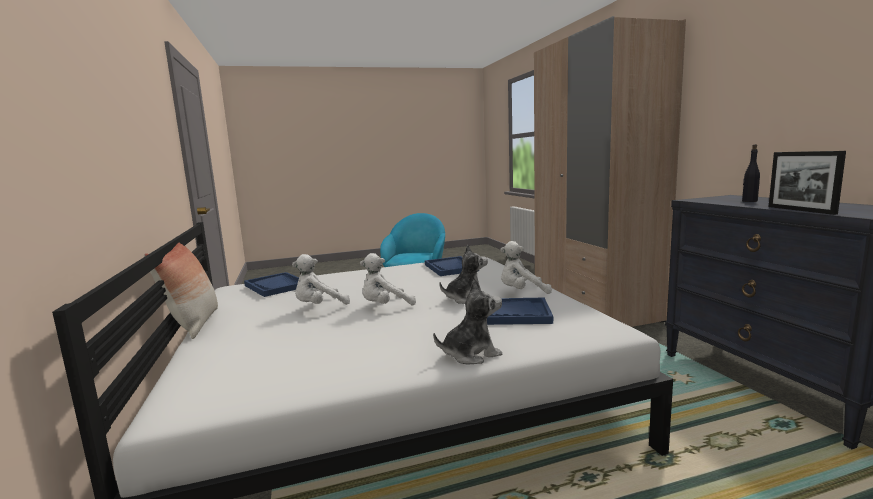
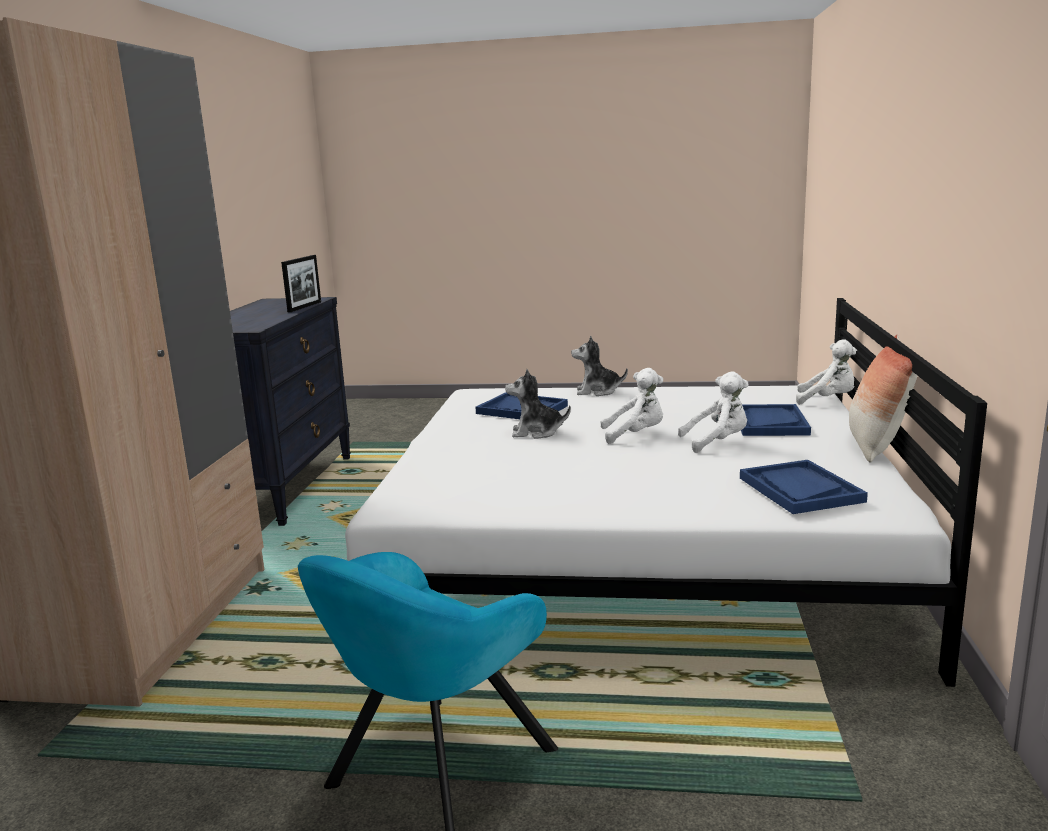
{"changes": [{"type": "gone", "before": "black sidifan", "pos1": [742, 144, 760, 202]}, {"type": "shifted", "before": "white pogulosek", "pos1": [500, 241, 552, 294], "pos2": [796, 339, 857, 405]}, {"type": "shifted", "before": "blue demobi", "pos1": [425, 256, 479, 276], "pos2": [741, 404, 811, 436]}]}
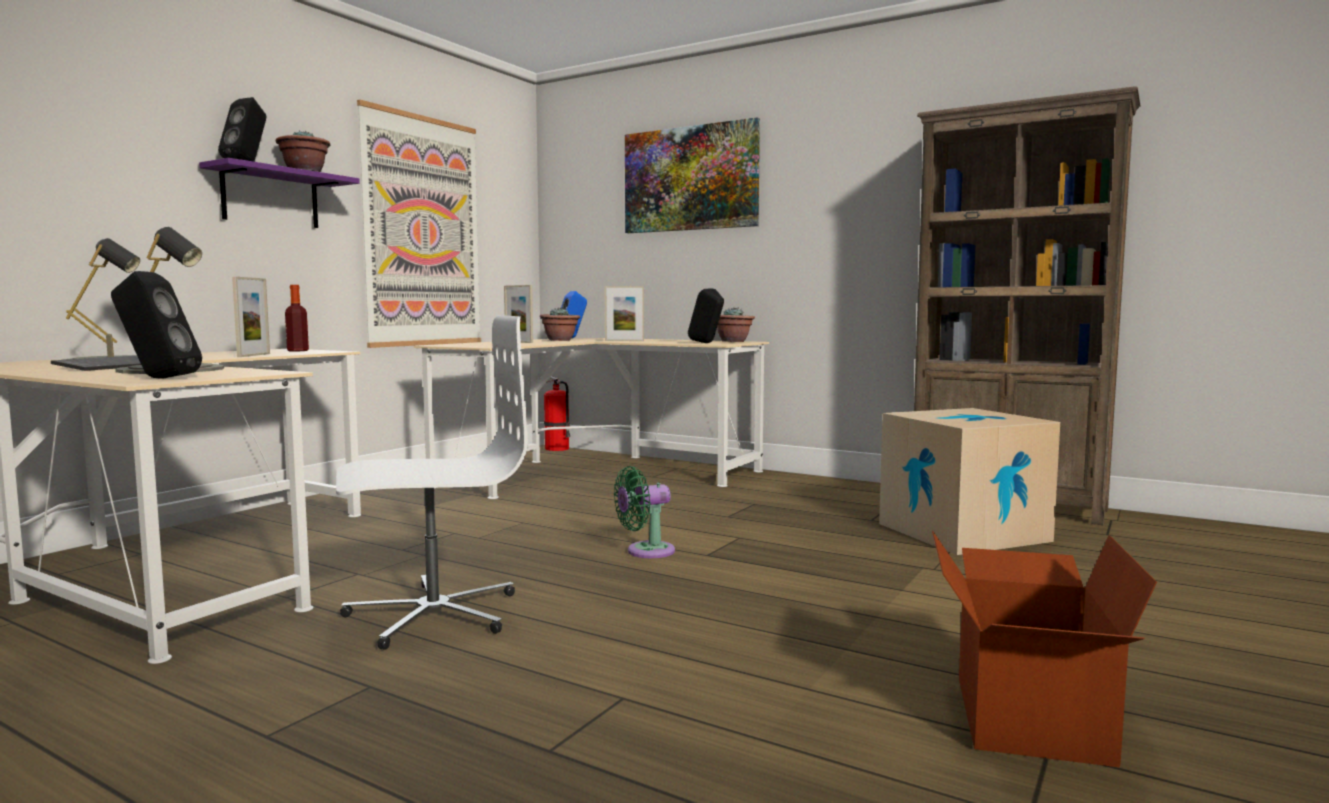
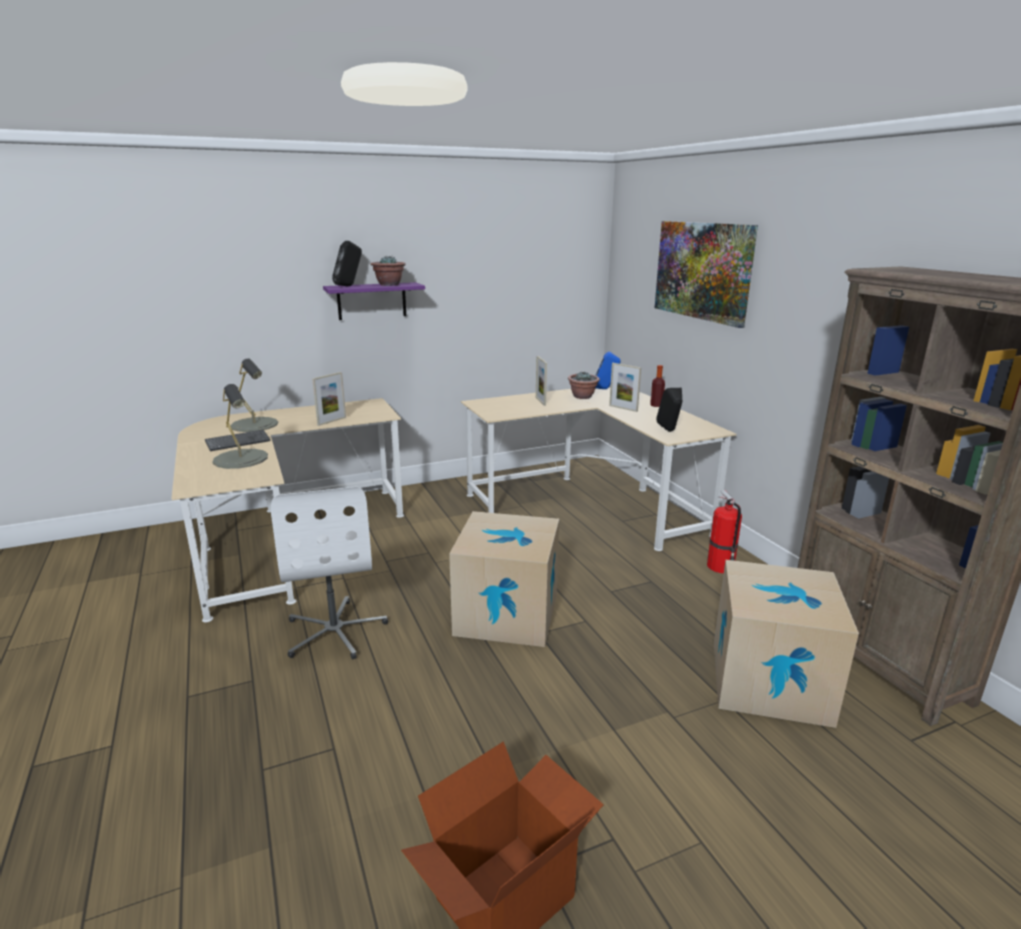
{"changes": [{"type": "gone", "before": "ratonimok", "pos1": [357, 100, 481, 348]}, {"type": "gone", "before": "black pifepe", "pos1": [111, 271, 202, 379]}, {"type": "shifted", "before": "sidifan", "pos1": [285, 285, 309, 351], "pos2": [650, 365, 665, 407]}, {"type": "gone", "before": "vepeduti", "pos1": [717, 308, 755, 342]}, {"type": "rotated", "before": "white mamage", "pos1": [336, 315, 528, 650], "pos2": [271, 486, 388, 659], "turn": 60}, {"type": "shifted", "before": "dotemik", "pos1": [544, 376, 570, 451], "pos2": [707, 490, 742, 573]}, {"type": "swapped", "before": "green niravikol", "after": "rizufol", "pos1": [614, 466, 675, 558], "pos2": [449, 511, 559, 647]}]}
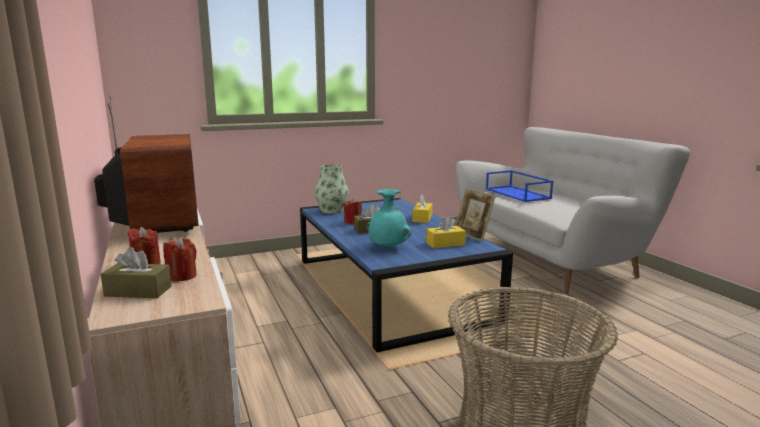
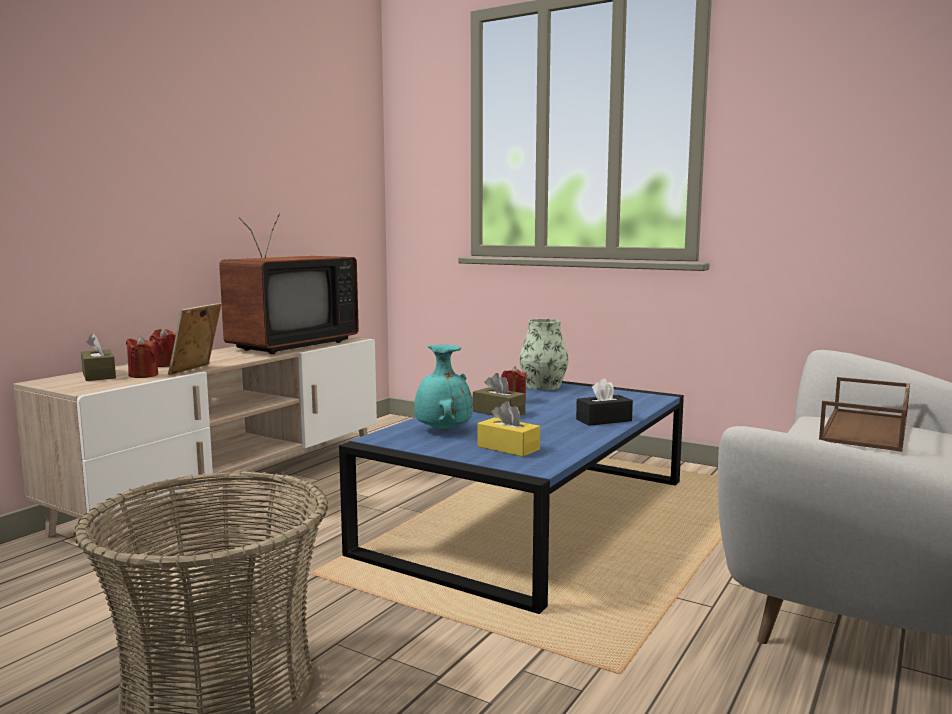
{"changes": [{"type": "repainted", "before": "blue demobi", "after": "brown demobi", "pos1": [486, 170, 553, 202], "pos2": [819, 377, 910, 452]}, {"type": "shifted", "before": "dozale", "pos1": [455, 188, 495, 242], "pos2": [168, 303, 221, 375]}, {"type": "repainted", "before": "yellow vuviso", "after": "black vuviso", "pos1": [412, 194, 433, 223], "pos2": [576, 378, 633, 426]}]}
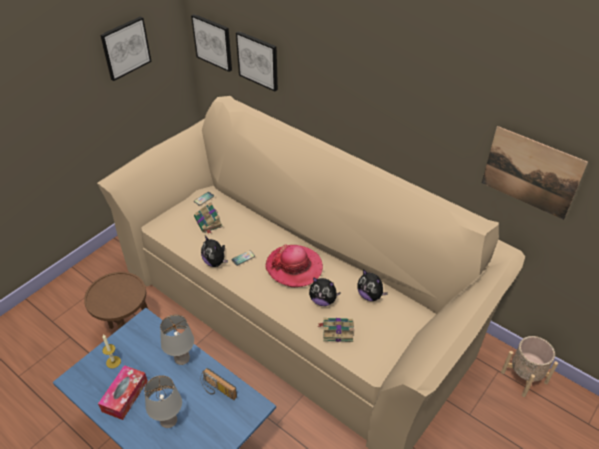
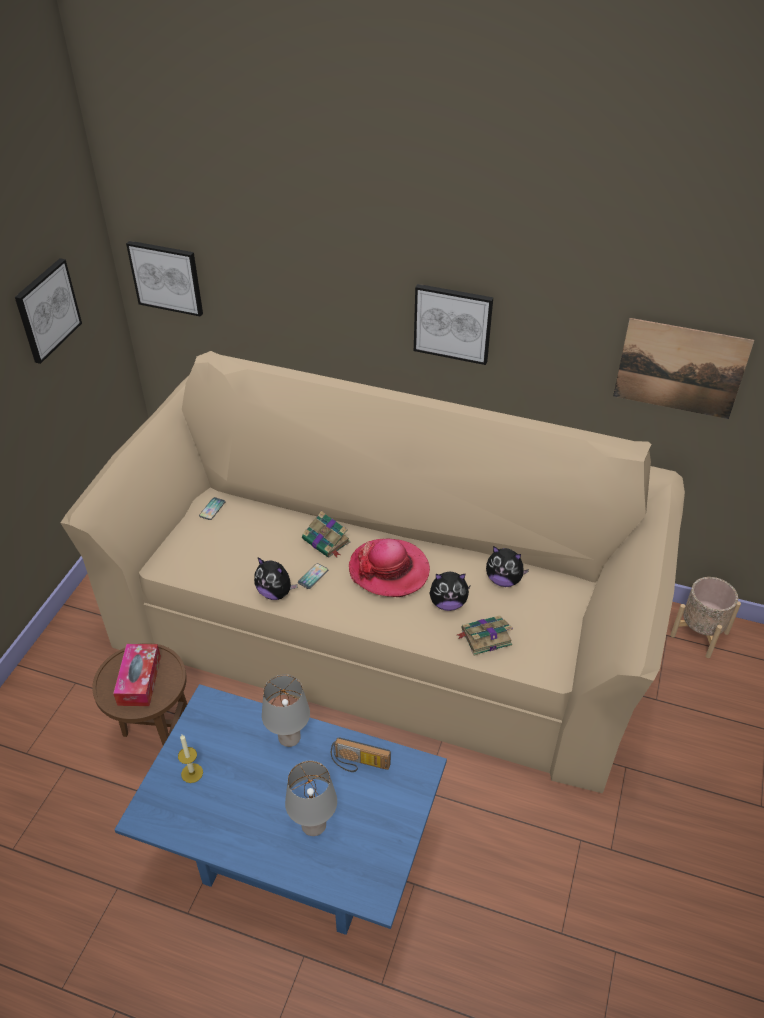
{"changes": [{"type": "shifted", "before": "ratonimok", "pos1": [236, 31, 278, 91], "pos2": [414, 284, 493, 365]}, {"type": "shifted", "before": "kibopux", "pos1": [194, 202, 223, 234], "pos2": [302, 511, 350, 557]}, {"type": "shifted", "before": "vuviso", "pos1": [98, 365, 148, 420], "pos2": [113, 644, 161, 706]}]}
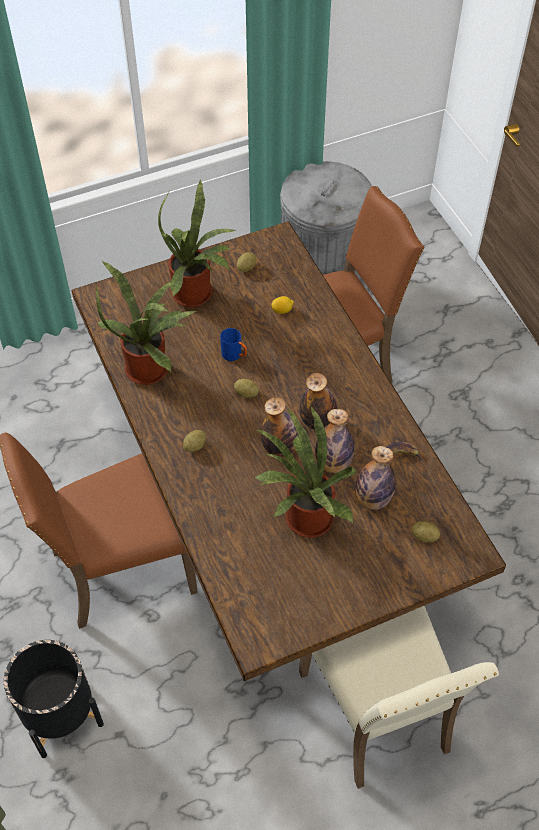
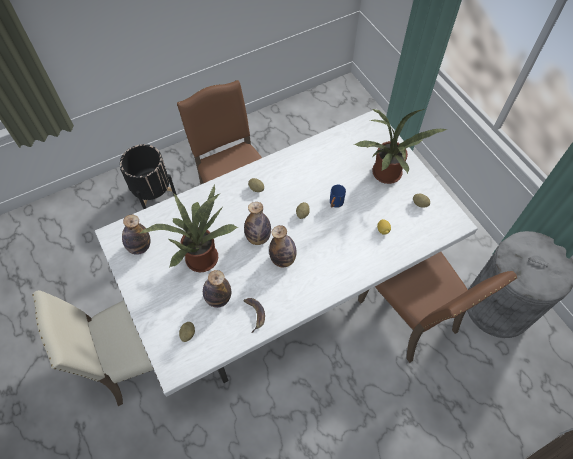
{"changes": [{"type": "repainted", "before": "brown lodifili", "after": "white lodifili", "pos1": [72, 221, 506, 681], "pos2": [95, 110, 478, 396]}, {"type": "gone", "before": "vepeduti", "pos1": [96, 261, 197, 385]}, {"type": "shifted", "before": "sidifan", "pos1": [315, 409, 354, 473], "pos2": [122, 215, 150, 255]}]}
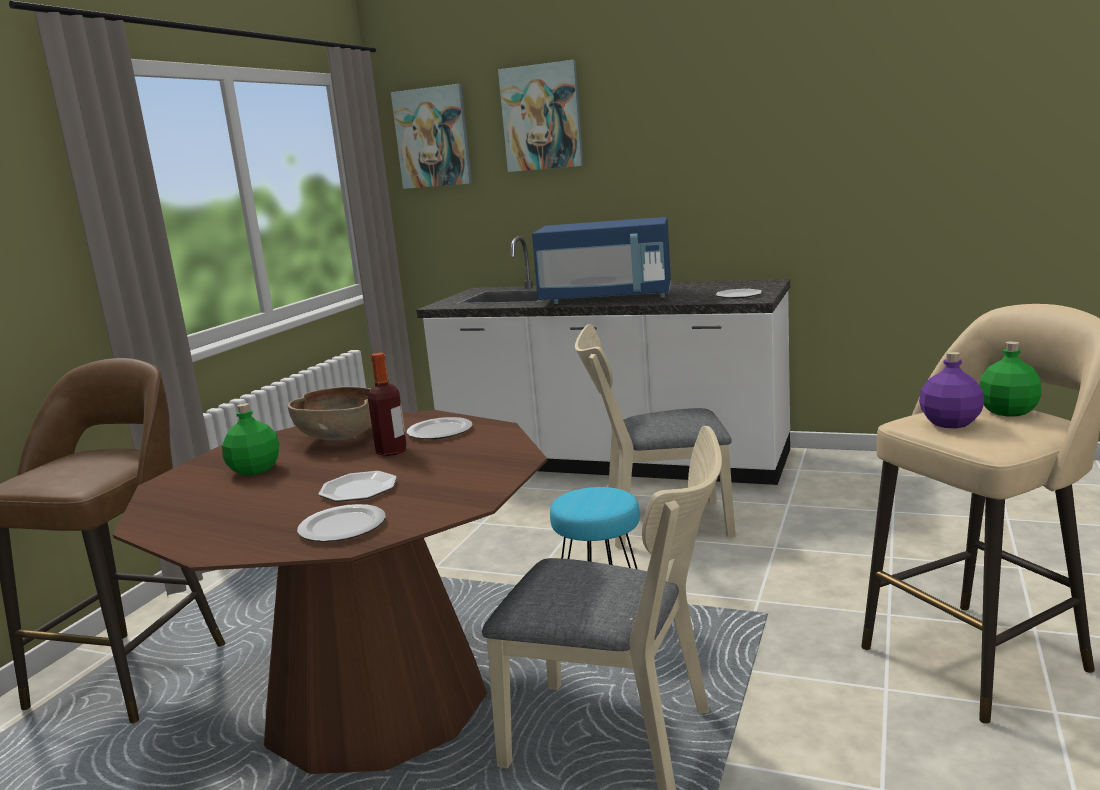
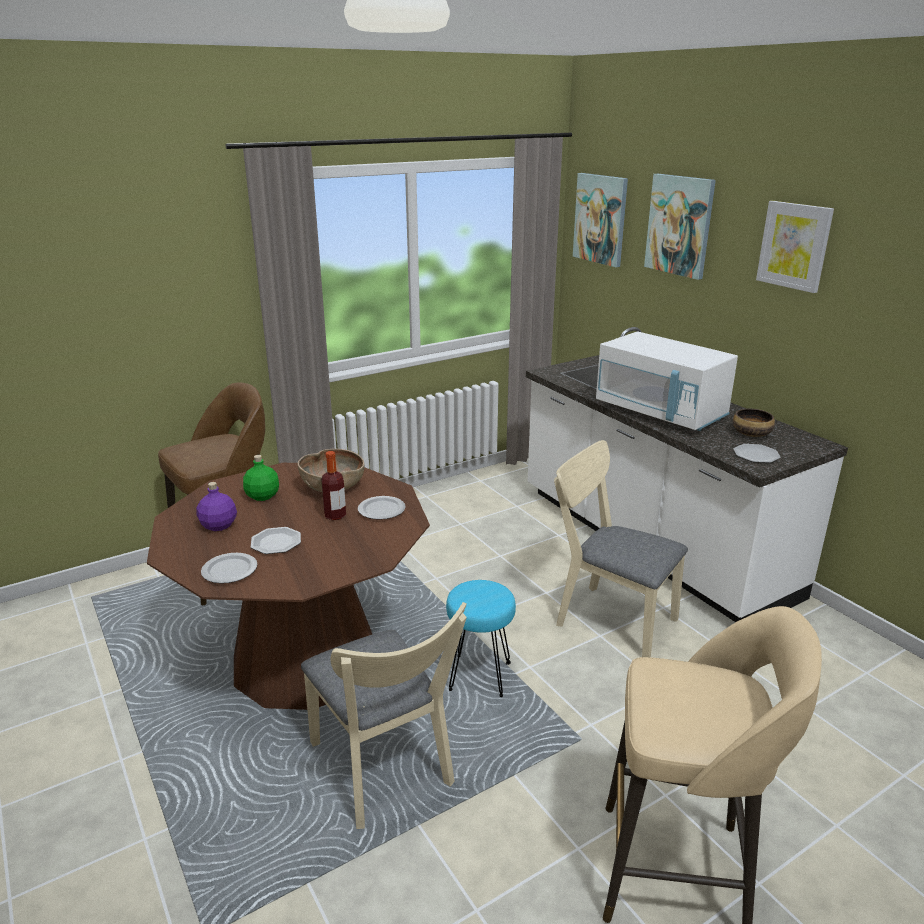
{"changes": [{"type": "repainted", "before": "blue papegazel", "after": "white papegazel", "pos1": [532, 217, 671, 304], "pos2": [596, 331, 738, 431]}, {"type": "gone", "before": "green sidifan", "pos1": [979, 341, 1041, 417]}, {"type": "shifted", "before": "purple sidifan", "pos1": [919, 352, 984, 428], "pos2": [196, 482, 237, 531]}, {"type": "new", "after": "ratonimok", "pos2": [756, 201, 834, 293]}, {"type": "new", "after": "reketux", "pos2": [733, 409, 775, 437]}]}
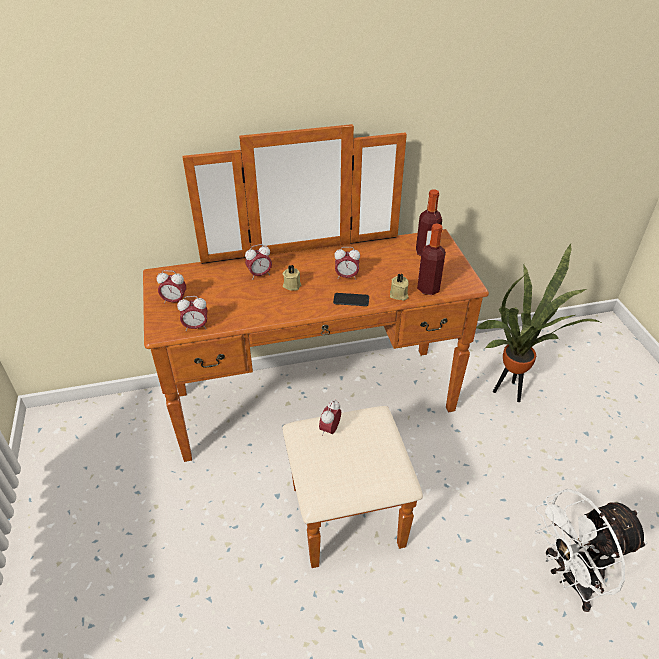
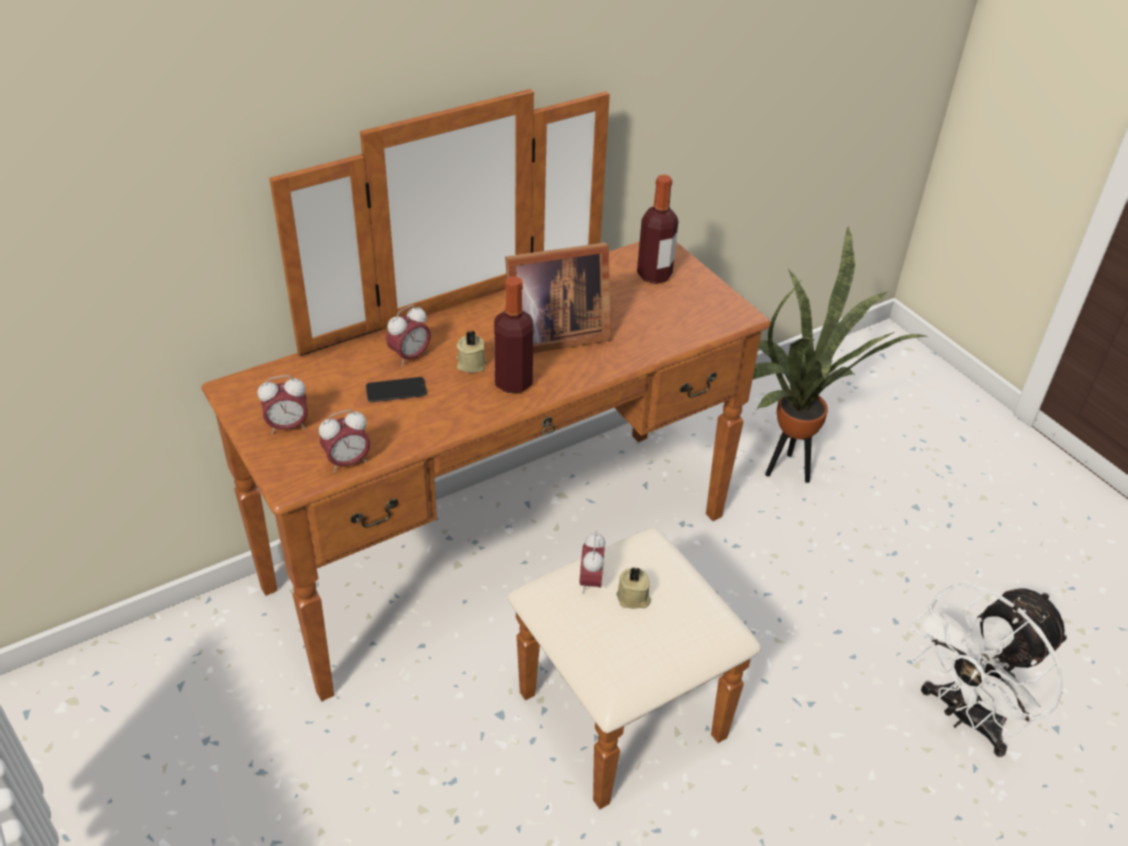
{"changes": [{"type": "shifted", "before": "sidifan", "pos1": [417, 223, 446, 295], "pos2": [494, 276, 533, 393]}, {"type": "swapped", "before": "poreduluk", "after": "dozale", "pos1": [334, 247, 360, 280], "pos2": [505, 242, 611, 353]}, {"type": "shifted", "before": "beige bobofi", "pos1": [390, 273, 409, 301], "pos2": [616, 567, 651, 609]}, {"type": "shifted", "before": "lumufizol", "pos1": [333, 293, 369, 306], "pos2": [366, 377, 427, 402]}]}
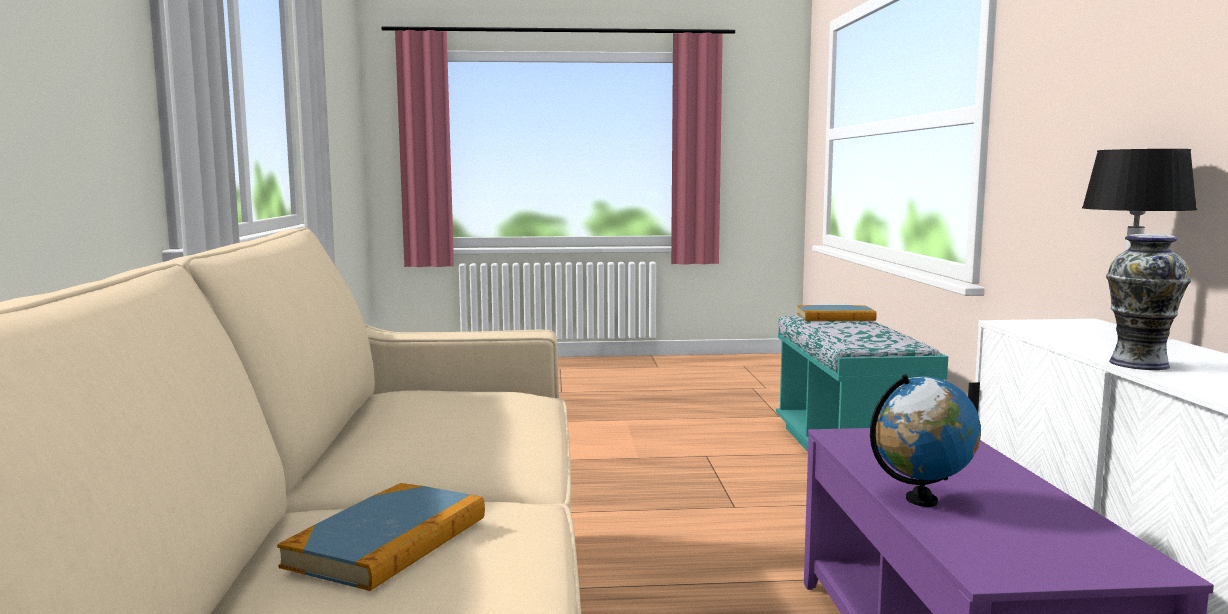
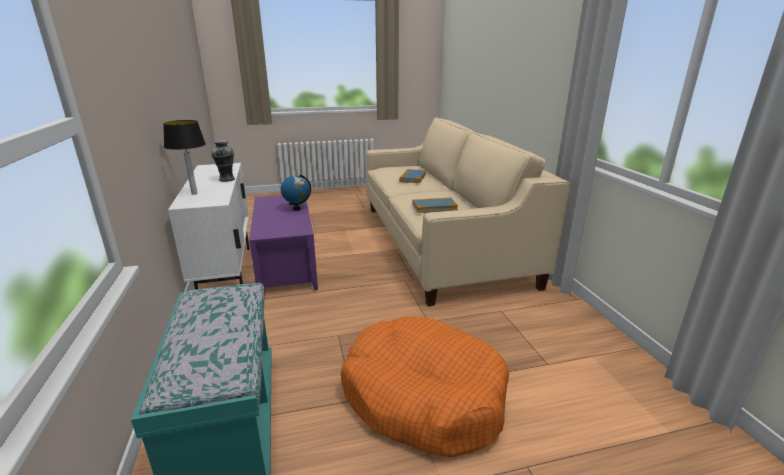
{"changes": [{"type": "shifted", "before": "kibopux", "pos1": [797, 305, 877, 321], "pos2": [412, 198, 458, 213]}, {"type": "new", "after": "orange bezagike", "pos2": [341, 317, 510, 457]}]}
